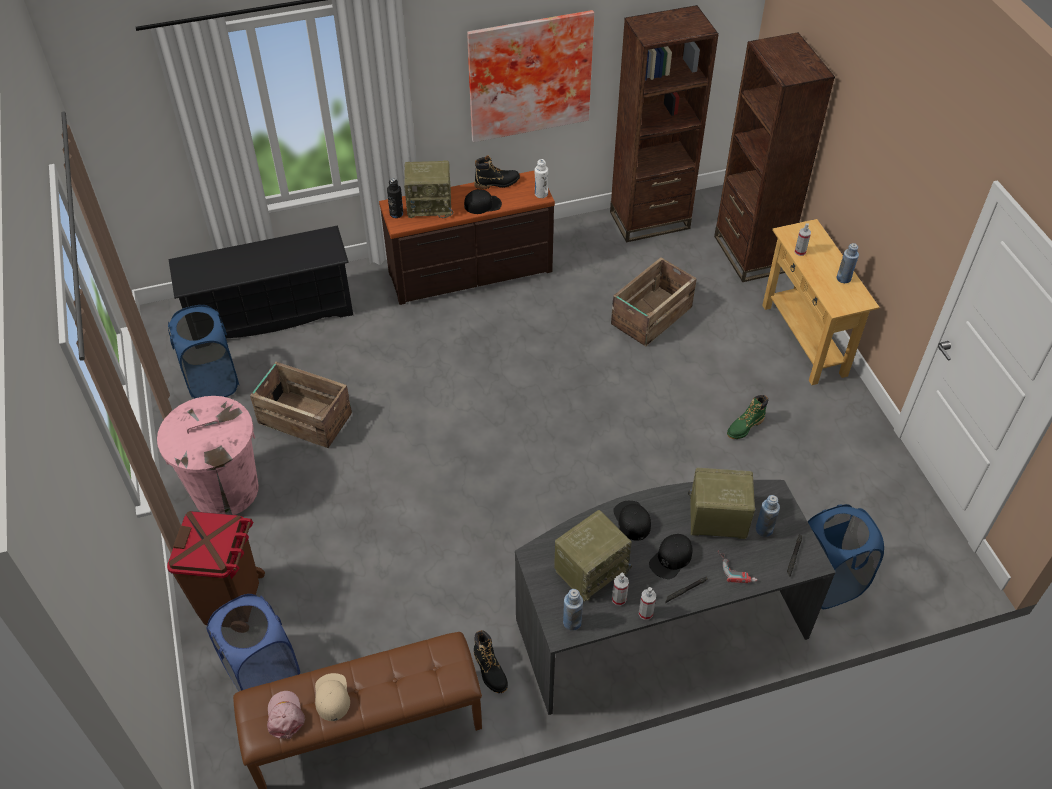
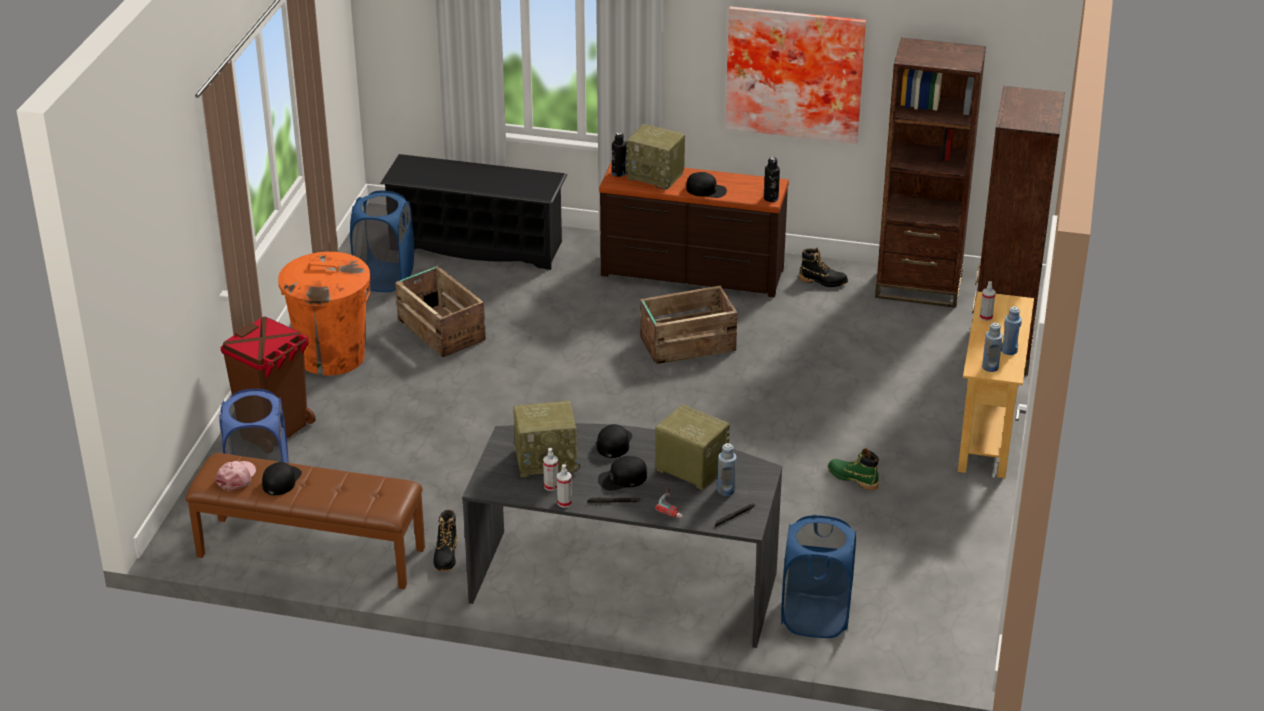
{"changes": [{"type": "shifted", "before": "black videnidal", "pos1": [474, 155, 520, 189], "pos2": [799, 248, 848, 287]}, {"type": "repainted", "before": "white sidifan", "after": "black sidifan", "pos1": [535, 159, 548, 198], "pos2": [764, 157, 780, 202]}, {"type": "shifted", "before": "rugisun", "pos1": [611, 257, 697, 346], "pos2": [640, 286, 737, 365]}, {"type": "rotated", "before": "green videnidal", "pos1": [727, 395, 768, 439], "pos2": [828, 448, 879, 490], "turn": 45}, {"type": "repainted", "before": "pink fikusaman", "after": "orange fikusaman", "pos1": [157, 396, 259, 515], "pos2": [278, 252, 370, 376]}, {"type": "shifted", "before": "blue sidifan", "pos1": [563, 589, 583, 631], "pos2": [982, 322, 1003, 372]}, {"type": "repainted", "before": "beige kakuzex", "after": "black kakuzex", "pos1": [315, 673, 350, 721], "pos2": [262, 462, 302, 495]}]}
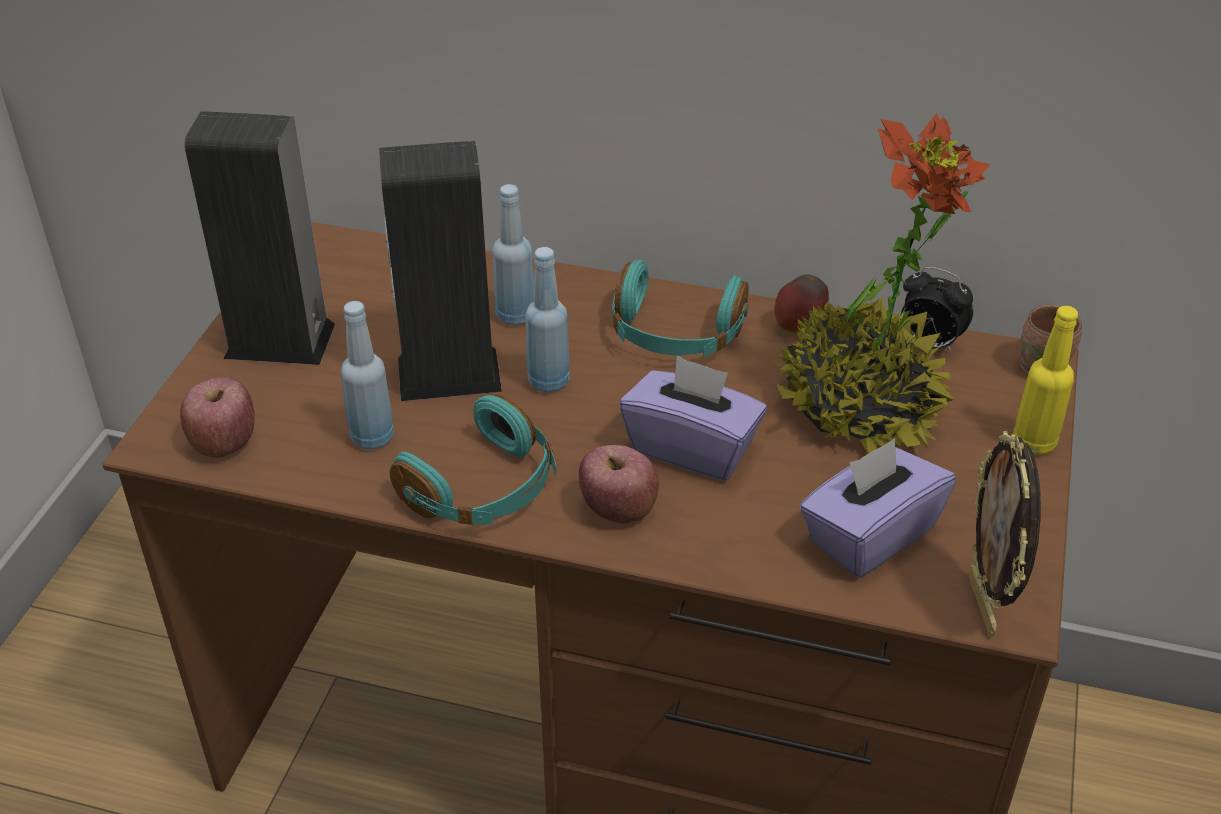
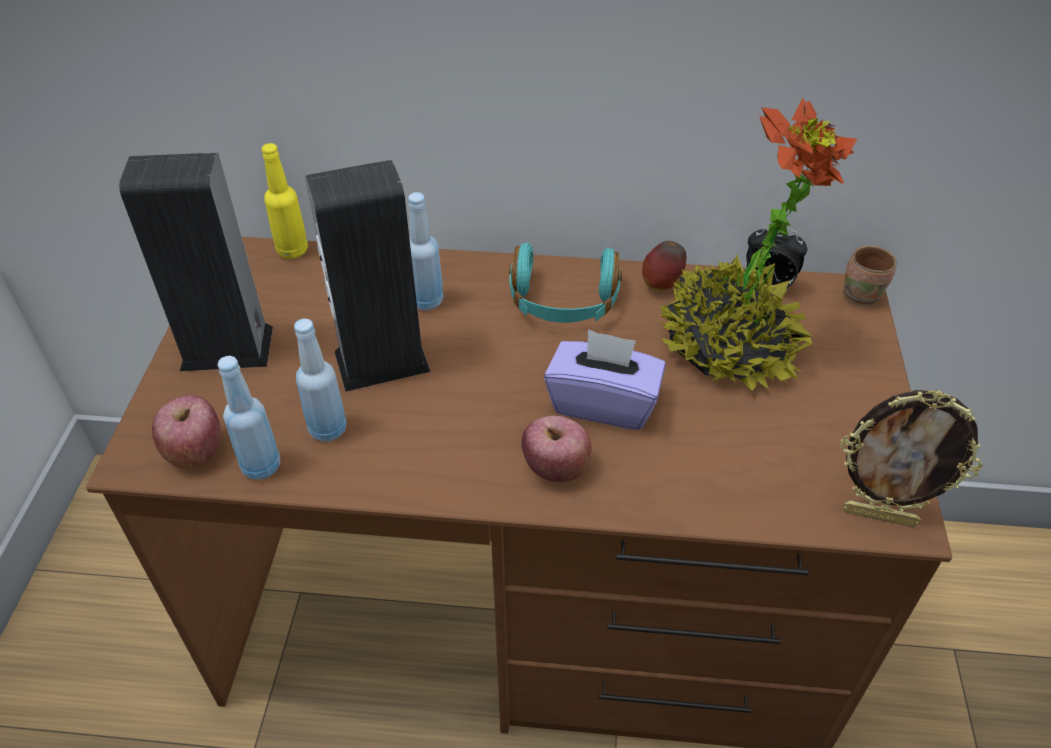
{"changes": [{"type": "shifted", "before": "blue sidifan", "pos1": [525, 247, 570, 393], "pos2": [217, 356, 280, 480]}, {"type": "shifted", "before": "yellow sidifan", "pos1": [1013, 306, 1078, 455], "pos2": [262, 143, 308, 259]}, {"type": "gone", "before": "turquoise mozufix", "pos1": [390, 394, 556, 525]}, {"type": "rotated", "before": "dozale", "pos1": [968, 431, 1041, 637], "pos2": [840, 390, 983, 527], "turn": -60}, {"type": "gone", "before": "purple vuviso", "pos1": [800, 438, 956, 577]}]}
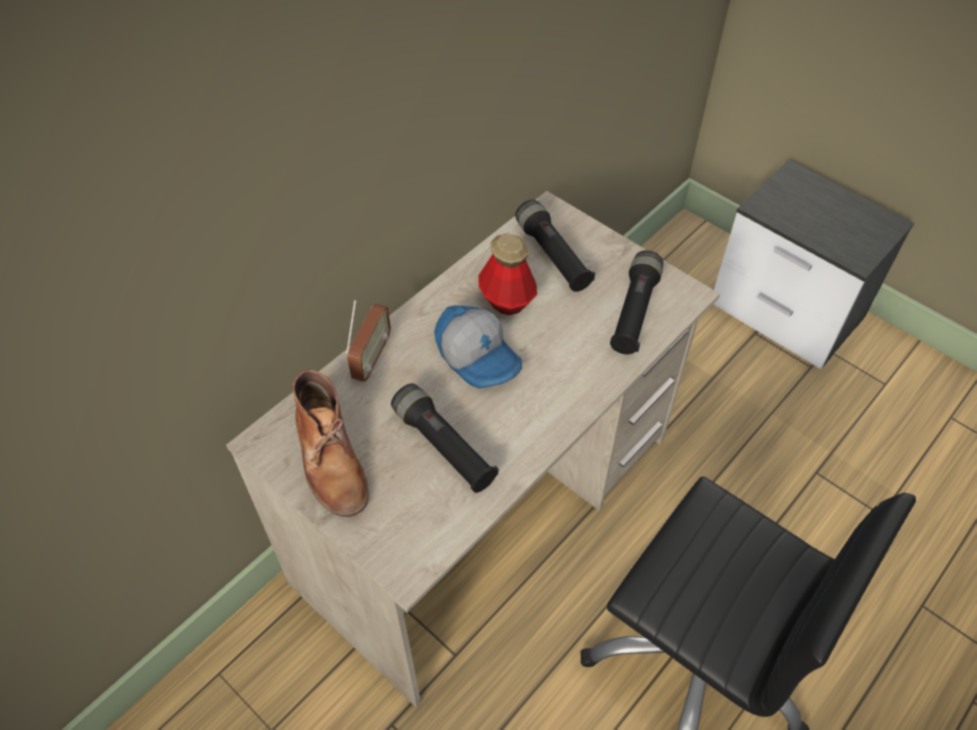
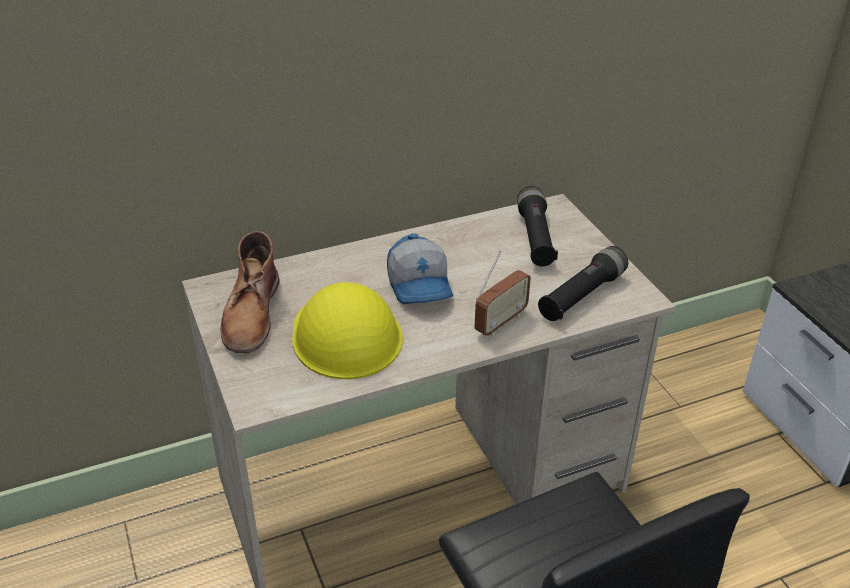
{"changes": [{"type": "gone", "before": "sidifan", "pos1": [478, 233, 537, 315]}, {"type": "shifted", "before": "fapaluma", "pos1": [346, 300, 391, 382], "pos2": [474, 251, 531, 336]}, {"type": "swapped", "before": "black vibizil", "after": "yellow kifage", "pos1": [391, 383, 498, 493], "pos2": [292, 282, 403, 379]}]}
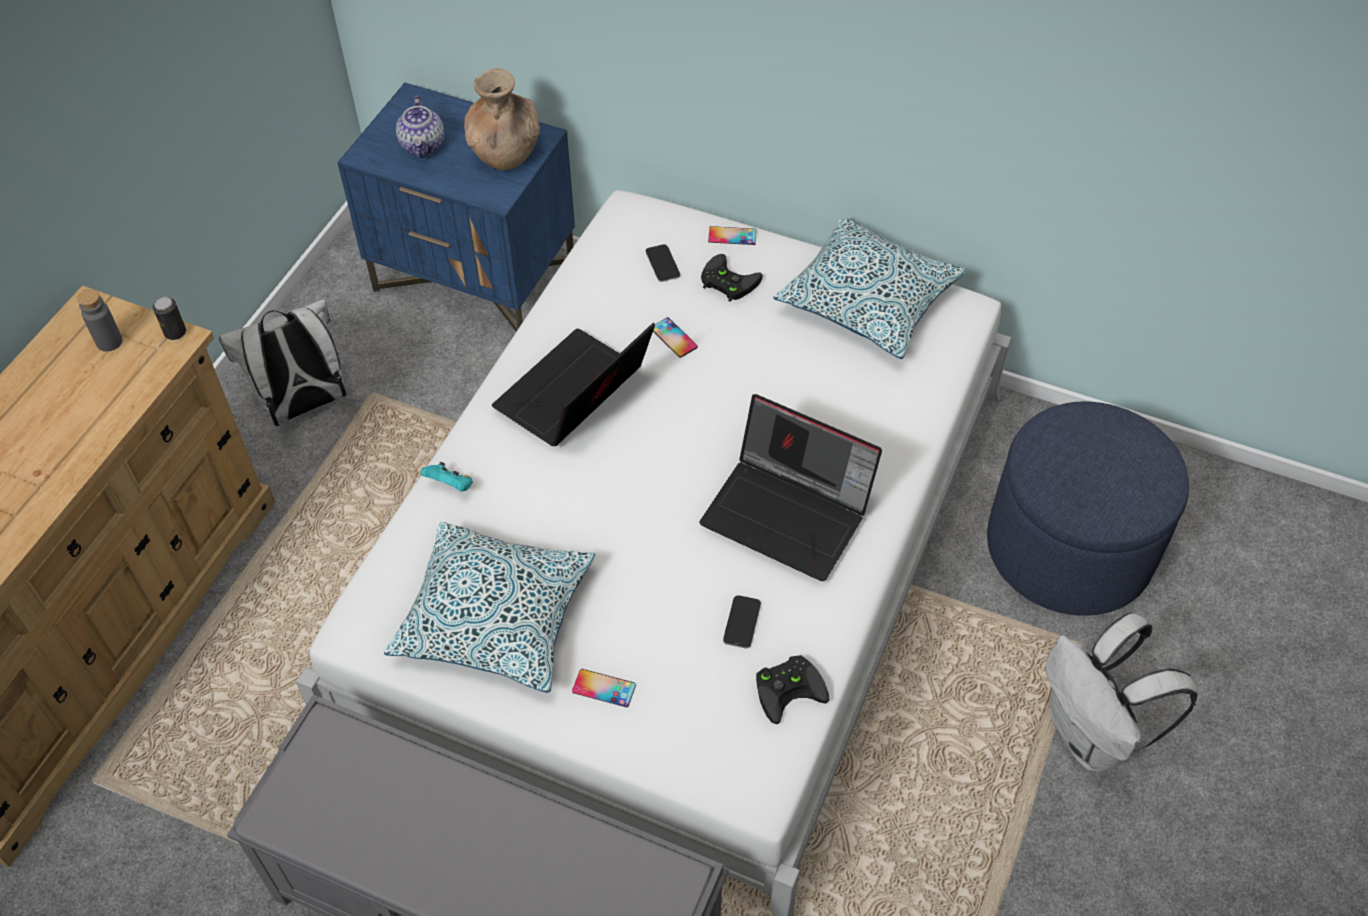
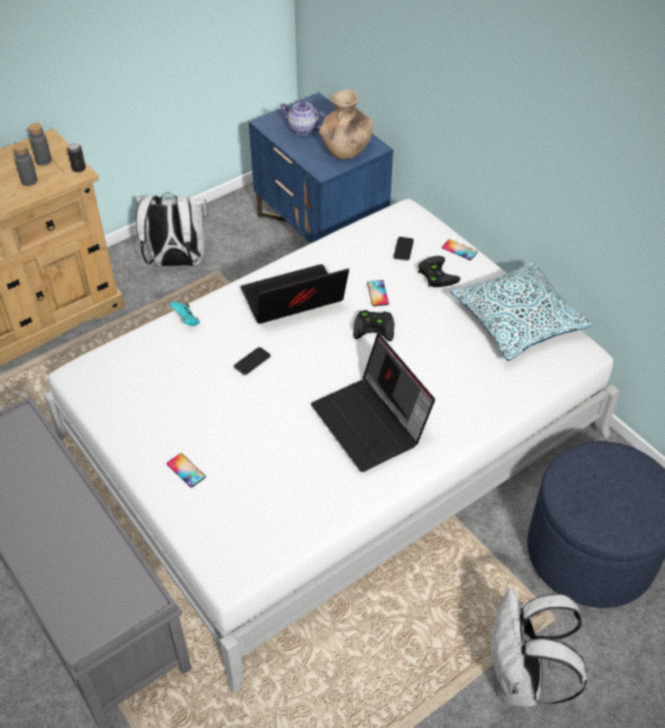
{"changes": [{"type": "rotated", "before": "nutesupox", "pos1": [396, 96, 444, 158], "pos2": [279, 102, 326, 135], "turn": 90}, {"type": "gone", "before": "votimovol", "pos1": [384, 522, 596, 692]}, {"type": "shifted", "before": "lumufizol", "pos1": [723, 595, 761, 648], "pos2": [234, 347, 271, 375]}, {"type": "shifted", "before": "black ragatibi", "pos1": [756, 655, 829, 724], "pos2": [353, 310, 394, 341]}, {"type": "new", "after": "grey sidifan", "pos2": [13, 143, 38, 186]}]}
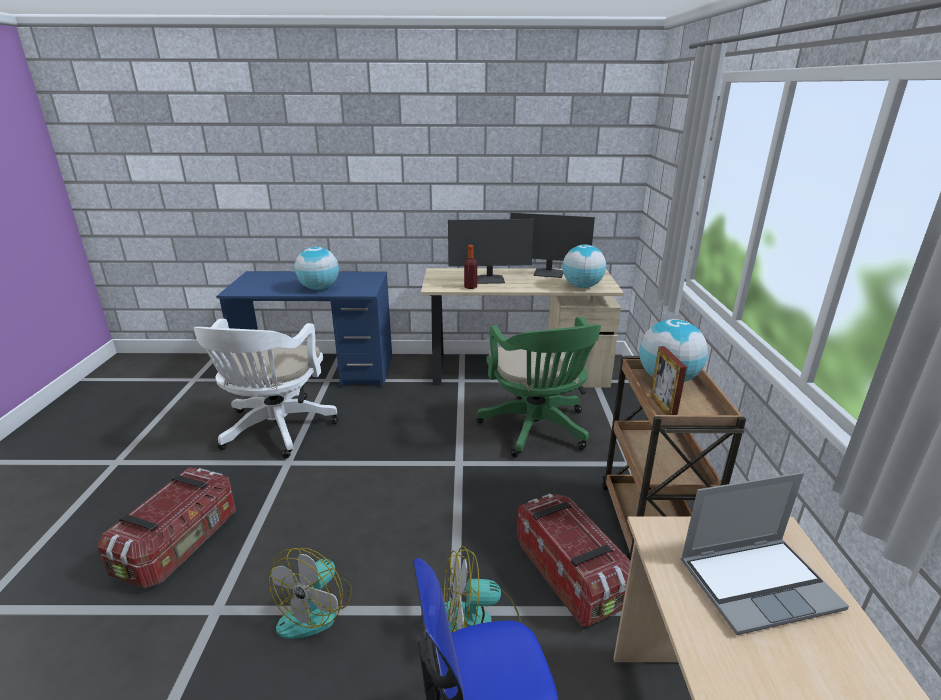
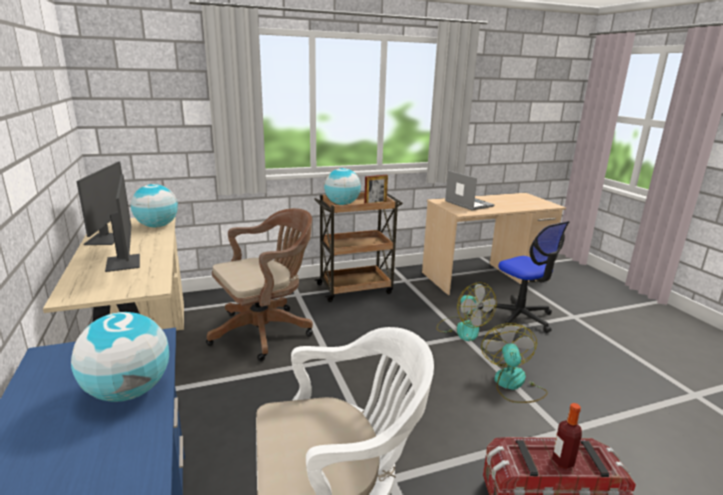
{"changes": [{"type": "shifted", "before": "sidifan", "pos1": [464, 245, 477, 289], "pos2": [552, 403, 582, 469]}, {"type": "repainted", "before": "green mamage", "after": "brown mamage", "pos1": [476, 317, 601, 458], "pos2": [206, 208, 313, 361]}, {"type": "gone", "before": "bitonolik", "pos1": [517, 494, 631, 627]}, {"type": "rotated", "before": "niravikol", "pos1": [269, 548, 352, 639], "pos2": [481, 323, 548, 403], "turn": -90}]}
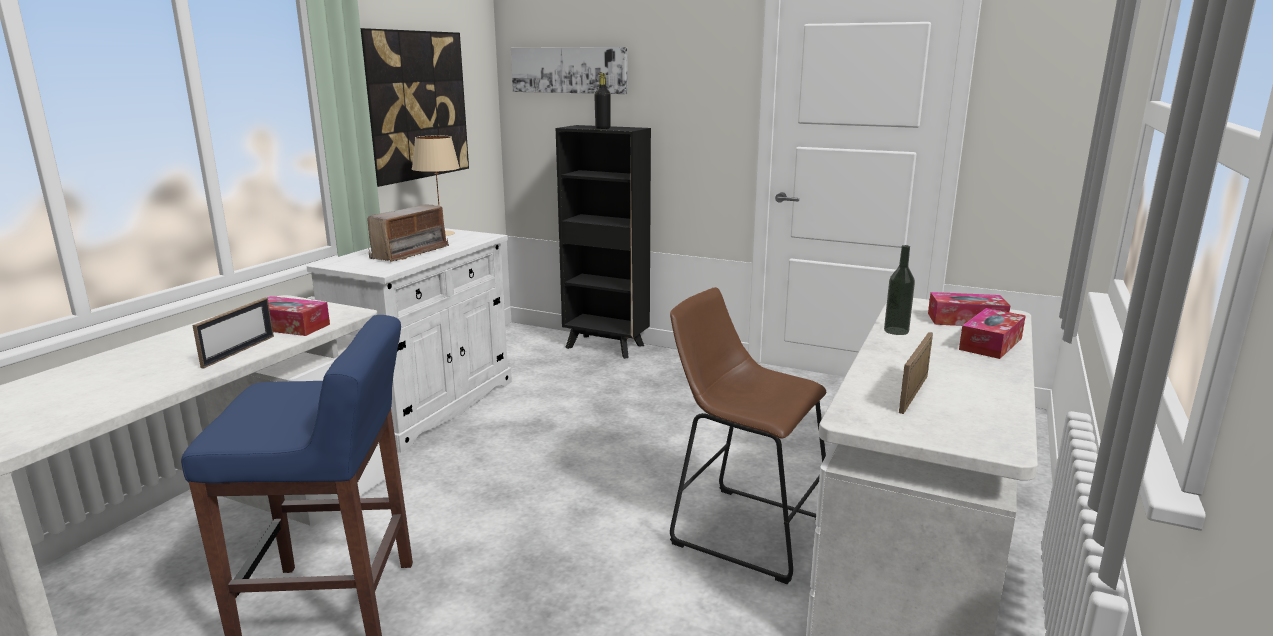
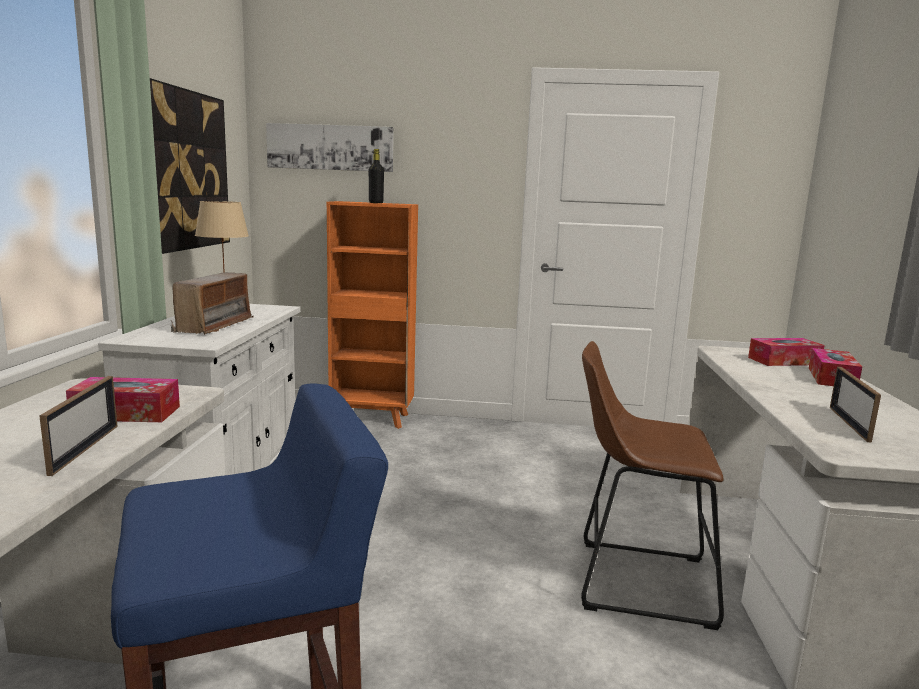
{"changes": [{"type": "repainted", "before": "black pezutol", "after": "orange pezutol", "pos1": [556, 125, 651, 359], "pos2": [327, 201, 418, 429]}, {"type": "gone", "before": "sidifan", "pos1": [884, 245, 915, 335]}]}
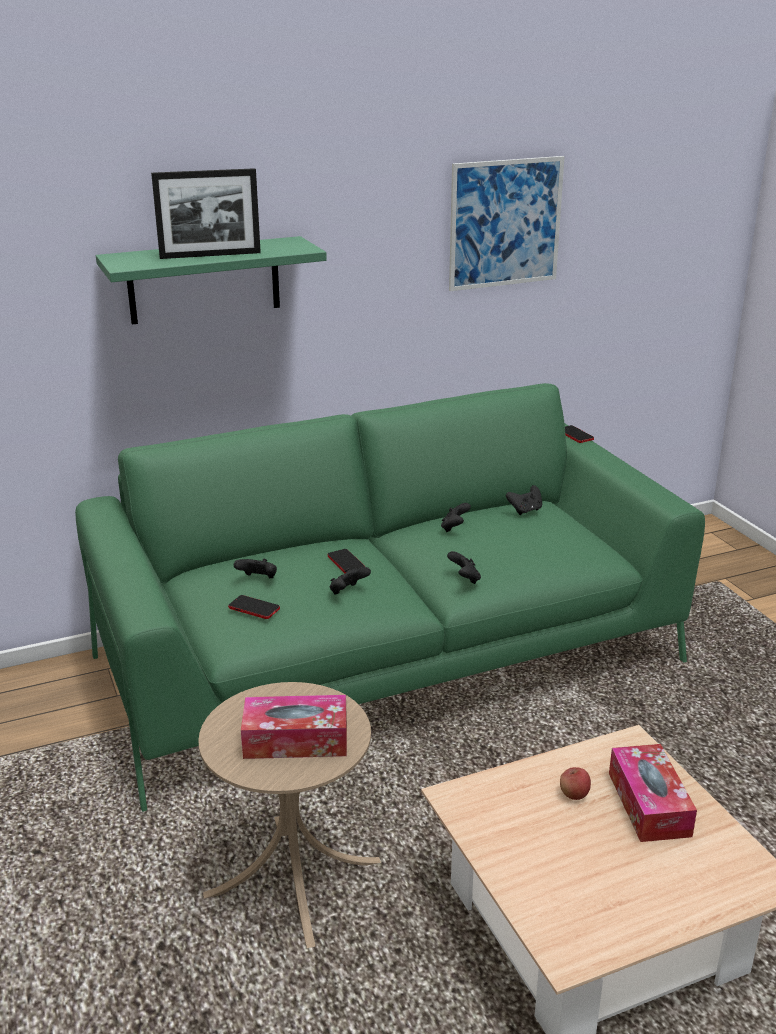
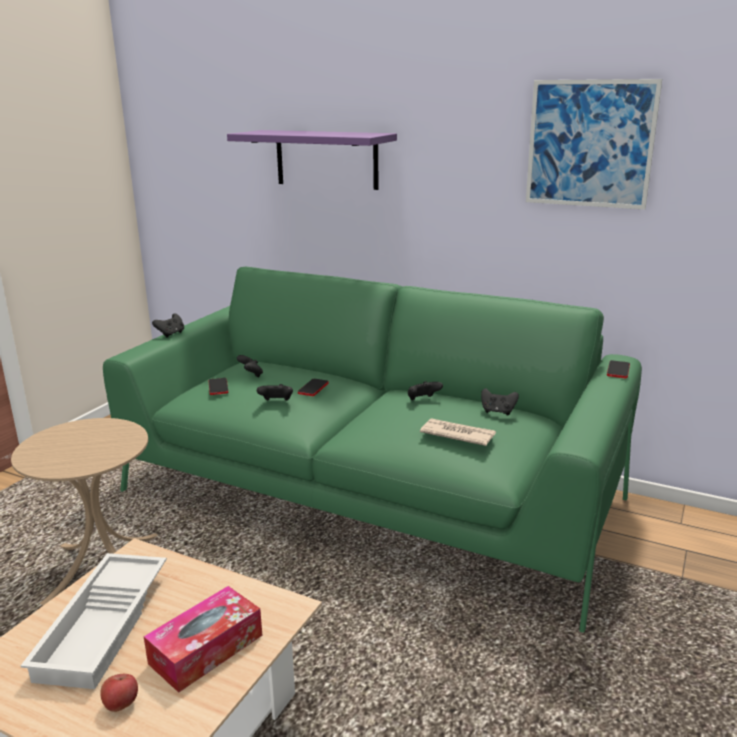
{"changes": [{"type": "gone", "before": "dozale", "pos1": [151, 168, 261, 259]}, {"type": "repainted", "before": "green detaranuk", "after": "purple detaranuk", "pos1": [96, 236, 327, 324], "pos2": [227, 130, 397, 190]}, {"type": "shifted", "before": "black ragatibi", "pos1": [447, 551, 481, 584], "pos2": [152, 313, 184, 338]}, {"type": "gone", "before": "vuviso", "pos1": [241, 695, 347, 759]}, {"type": "shifted", "before": "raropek", "pos1": [560, 767, 591, 800], "pos2": [100, 674, 138, 712]}, {"type": "new", "after": "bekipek", "pos2": [420, 418, 496, 446]}, {"type": "new", "after": "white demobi", "pos2": [21, 553, 167, 689]}]}
